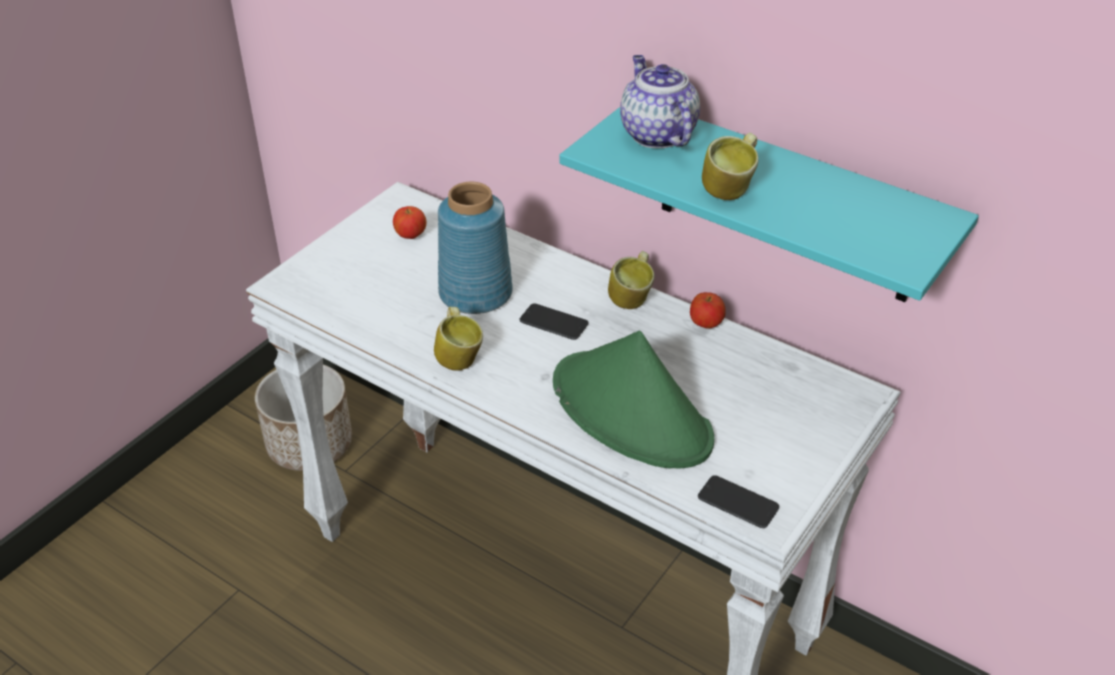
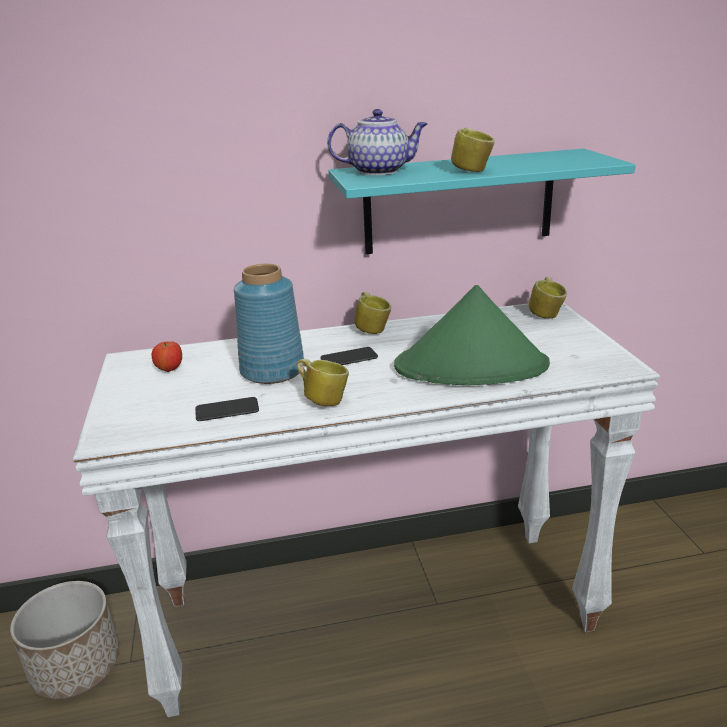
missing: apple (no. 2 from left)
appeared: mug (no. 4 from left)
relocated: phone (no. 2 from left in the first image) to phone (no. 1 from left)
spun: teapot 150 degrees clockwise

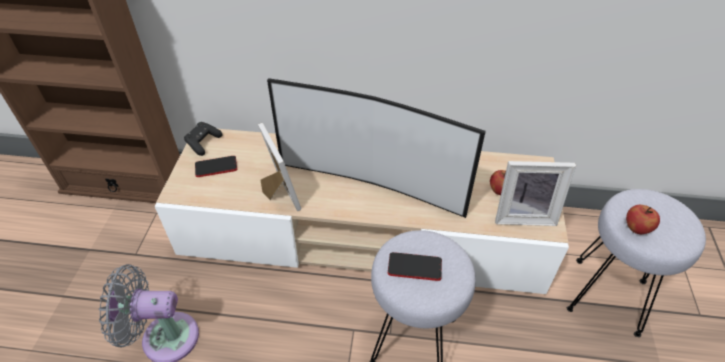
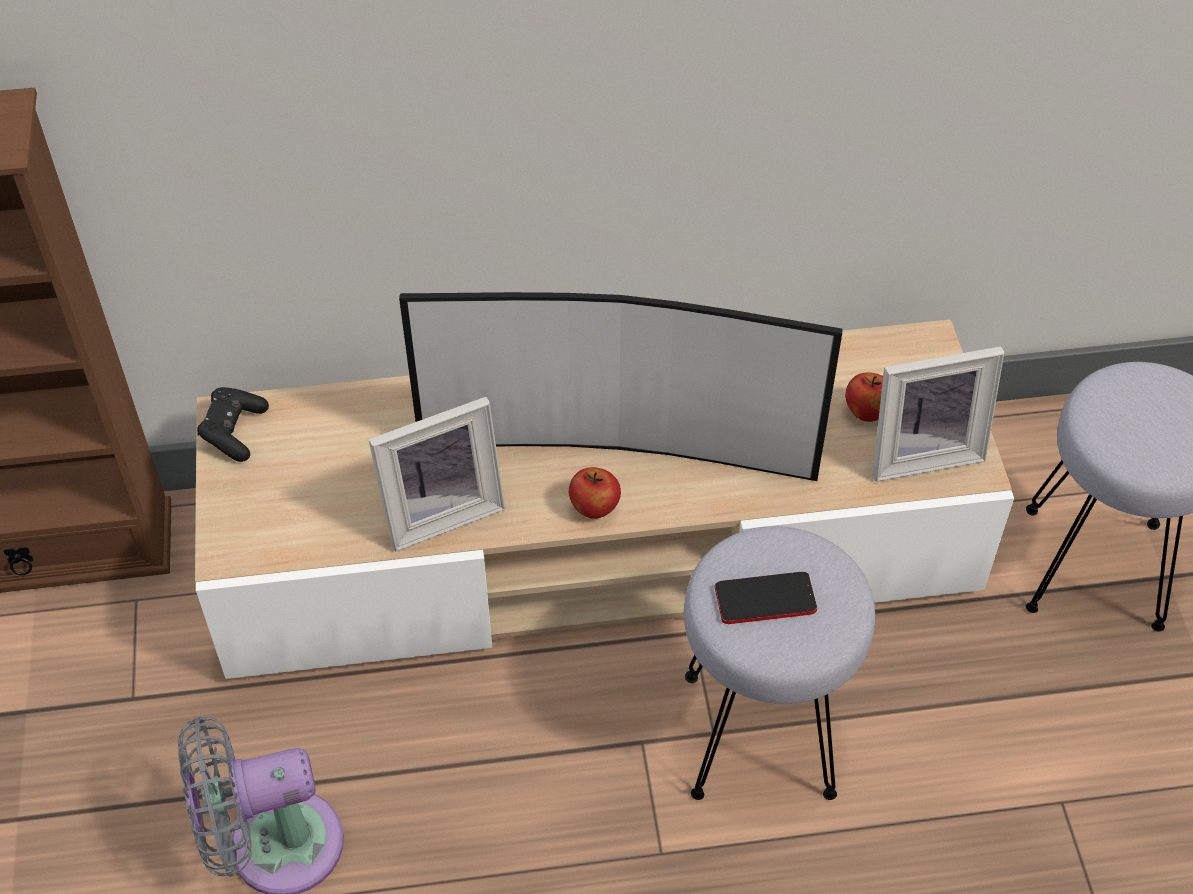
missing: phone (no. 1 from left)
relocated: apple (no. 2 from left in the first image) to apple (no. 1 from left)
spun: picture frame (no. 1 from left) 105 degrees clockwise

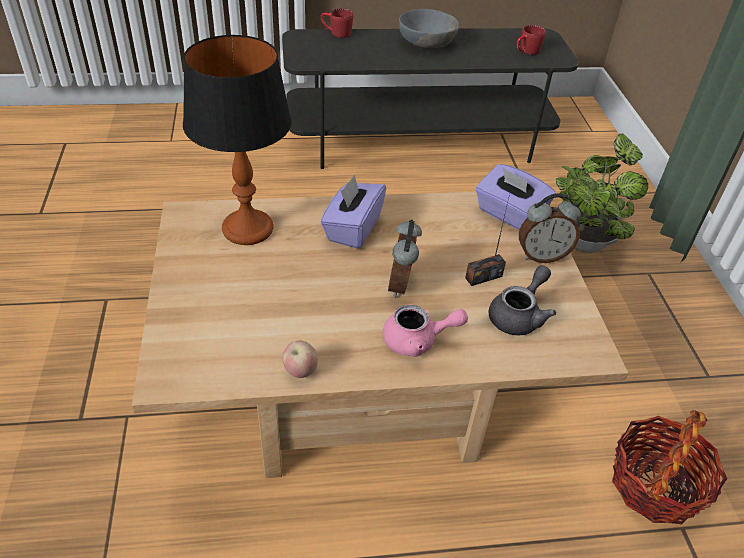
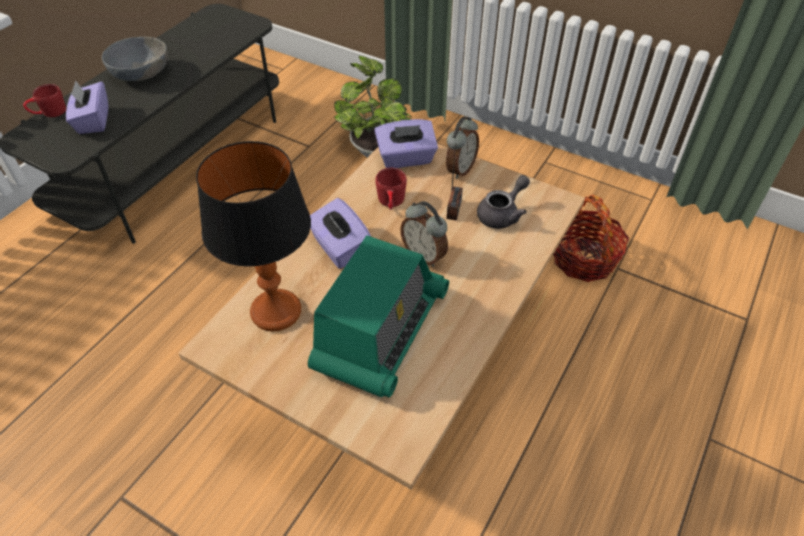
missing: apple; pink teapot
appeared: purple tissue box (no. 1 from left); radio (no. 1 from left)
relocated: red mug (no. 2 from left)
spun: grey teapot 60 degrees clockwise

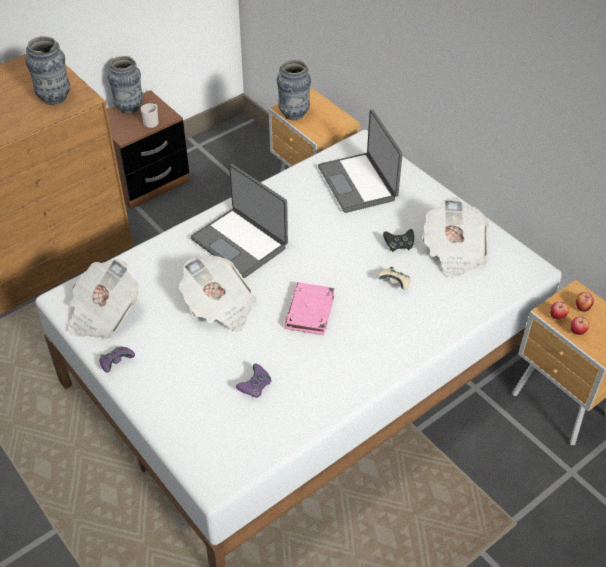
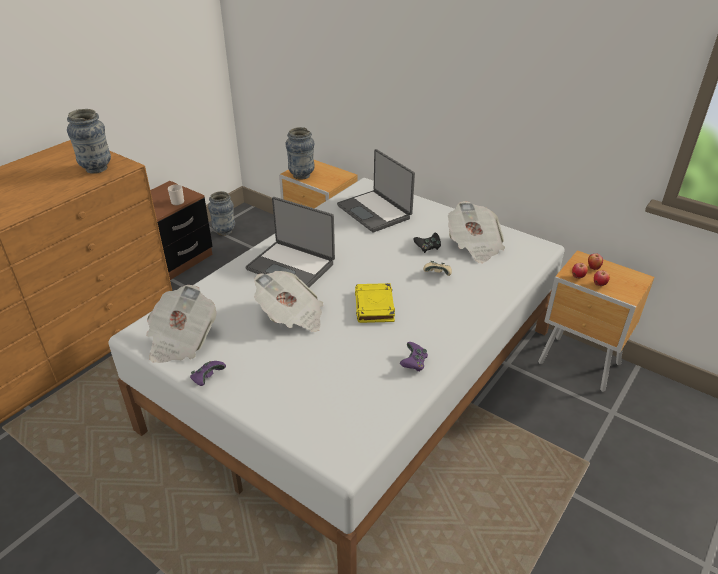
relocated: vase (no. 2 from left); purple game controller (no. 2 from left)
colour: pink book to yellow book

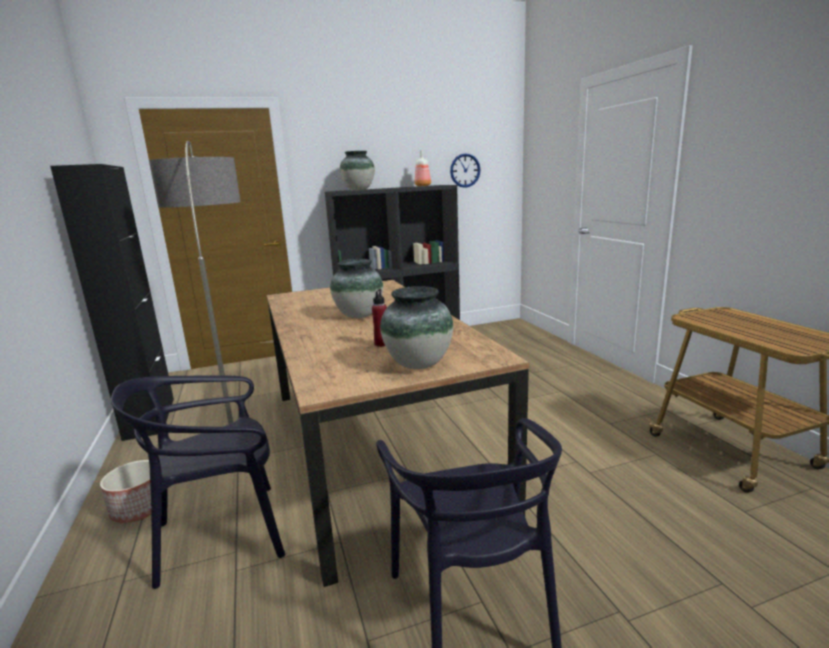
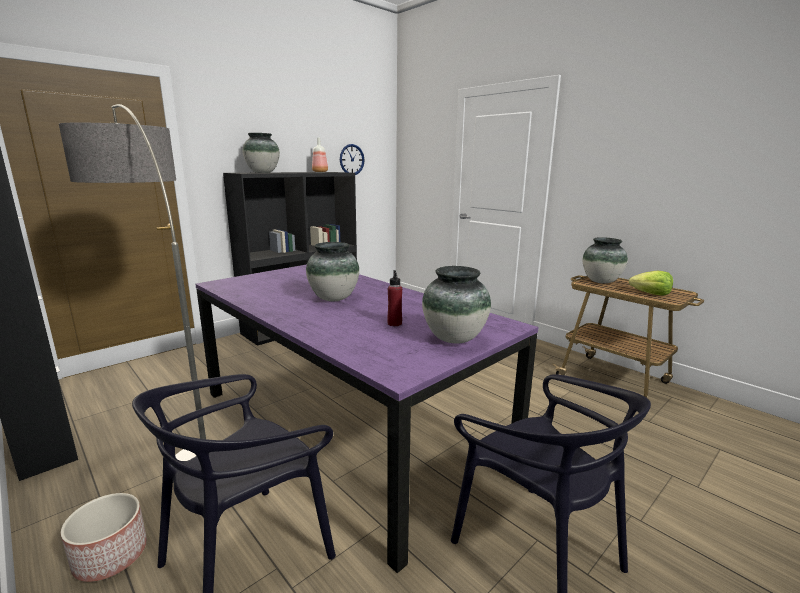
appeared: vase (no. 4 from left); lettuce
colour: brown dining table to purple dining table

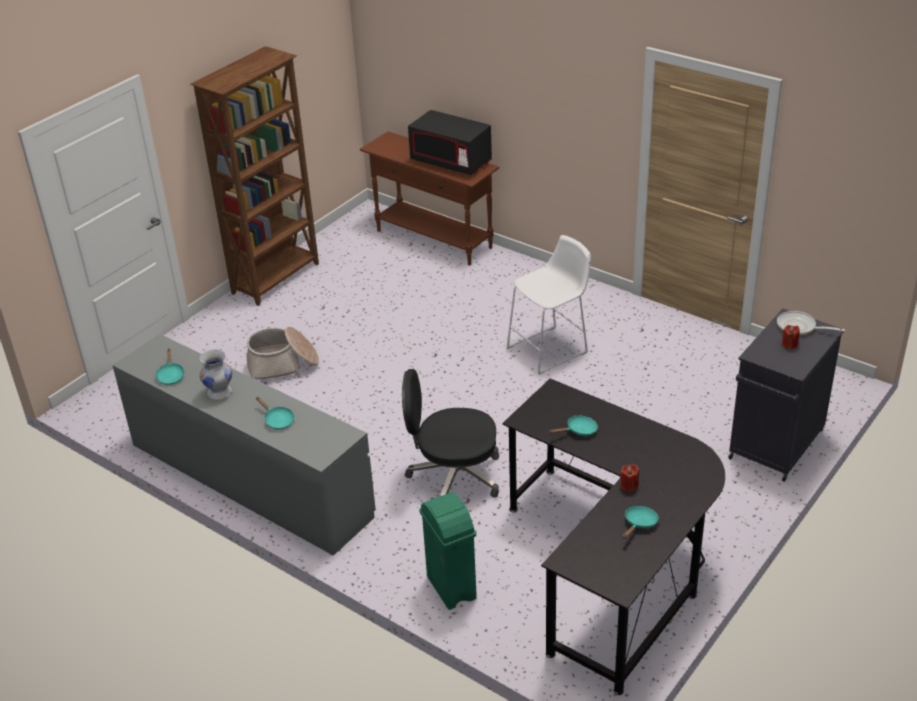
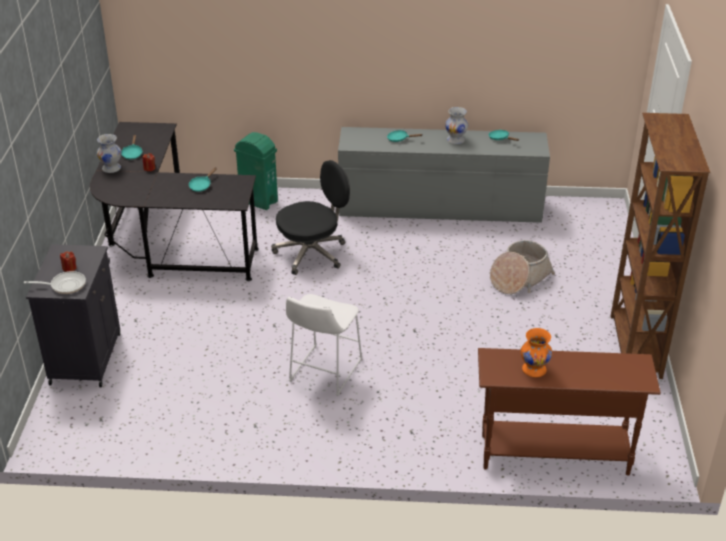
appeared: white vase (no. 1 from left)
exchanged: black microwave to orange vase

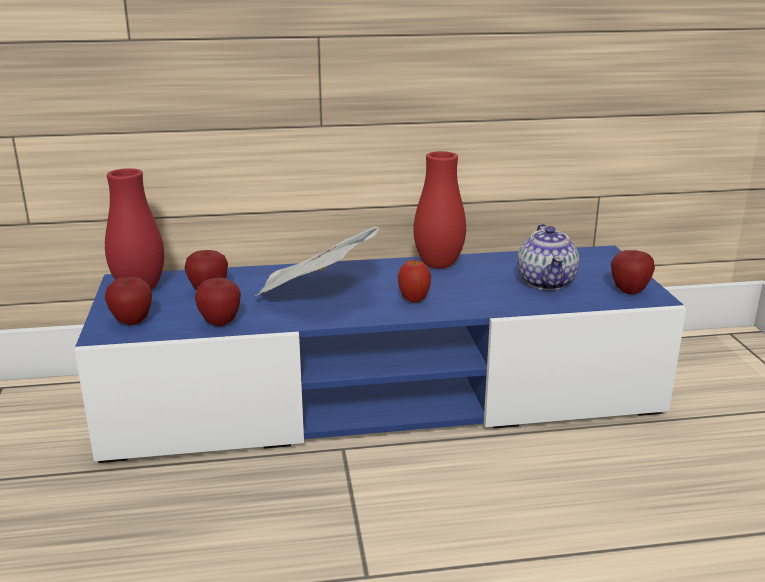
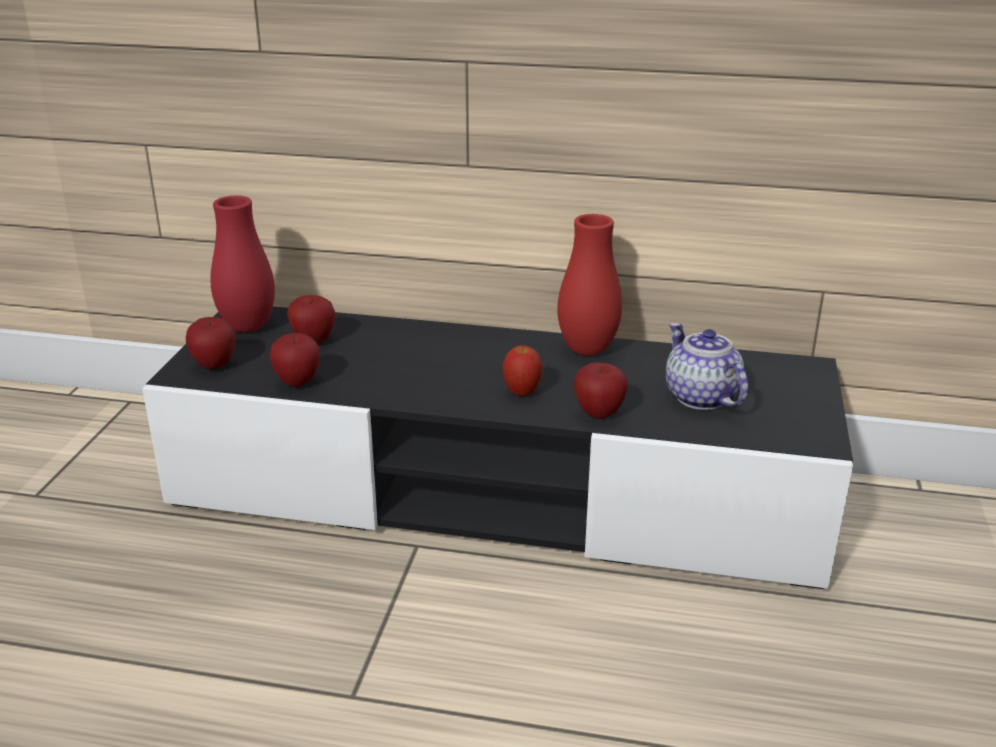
missing: newspaper
relocated: apple (no. 5 from left)
colour: blue tv stand to black tv stand
spun: teapot 135 degrees clockwise

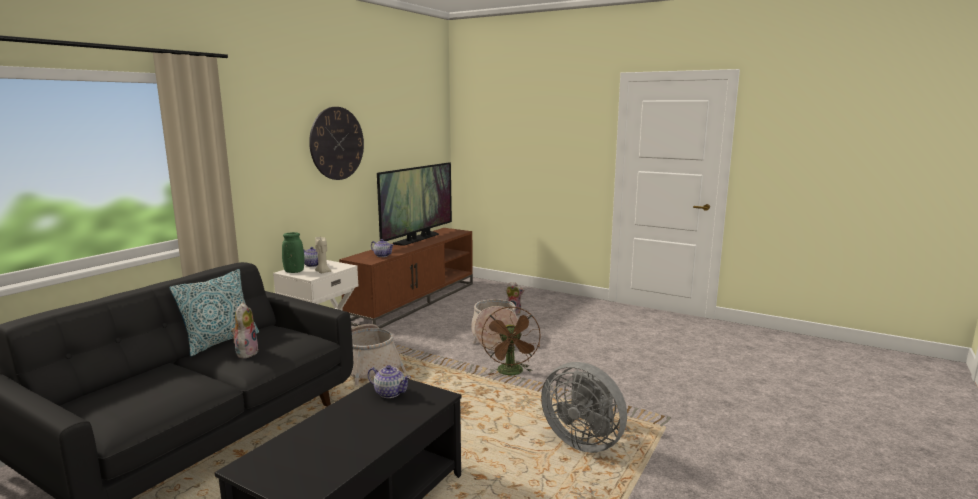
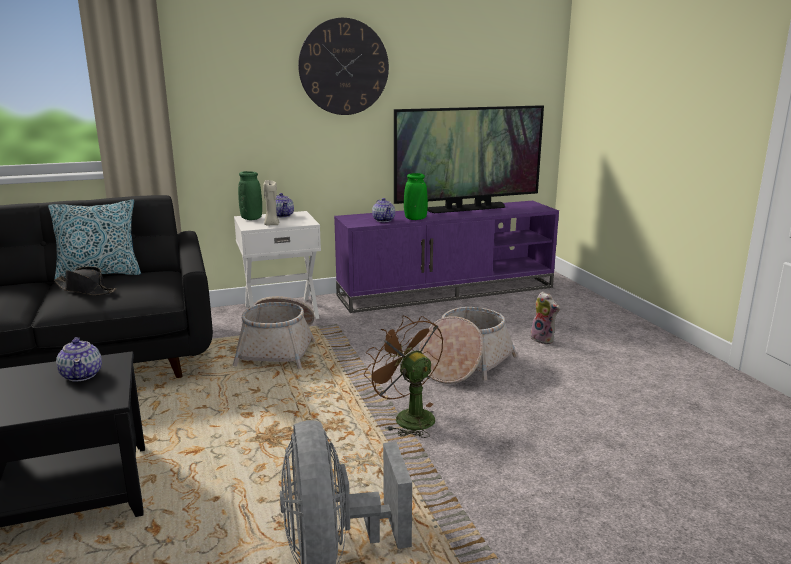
appeared: green vase (no. 2 from left)
exchanged: plush toy (no. 1 from left) to black hat
colour: brown tv stand to purple tv stand
spun: brown fan 105 degrees clockwise

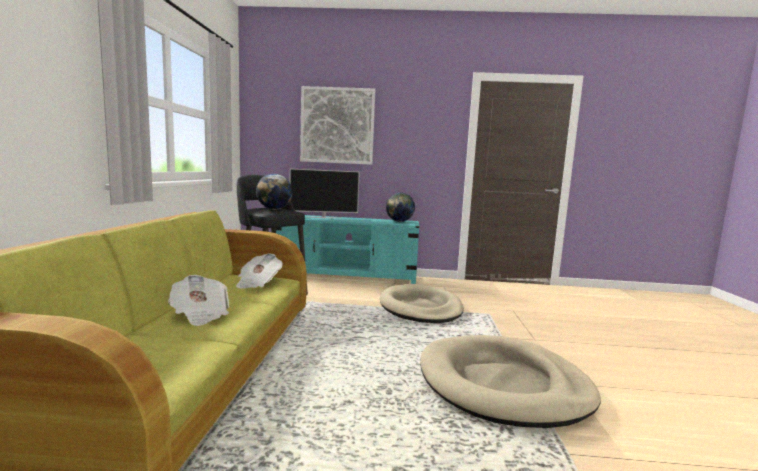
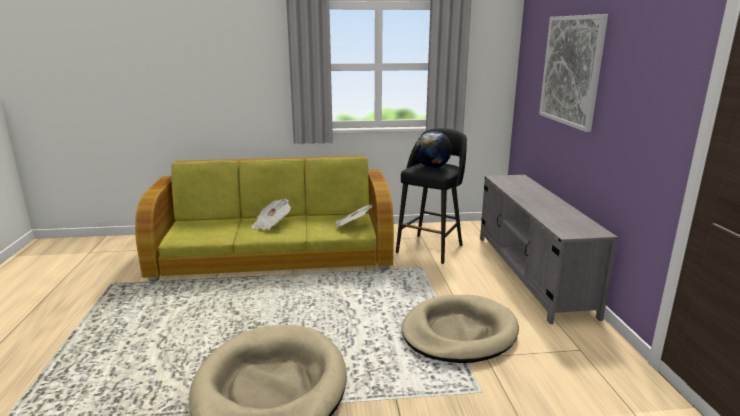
missing: television; globe (no. 2 from left)
colour: turquoise tv stand to grey tv stand

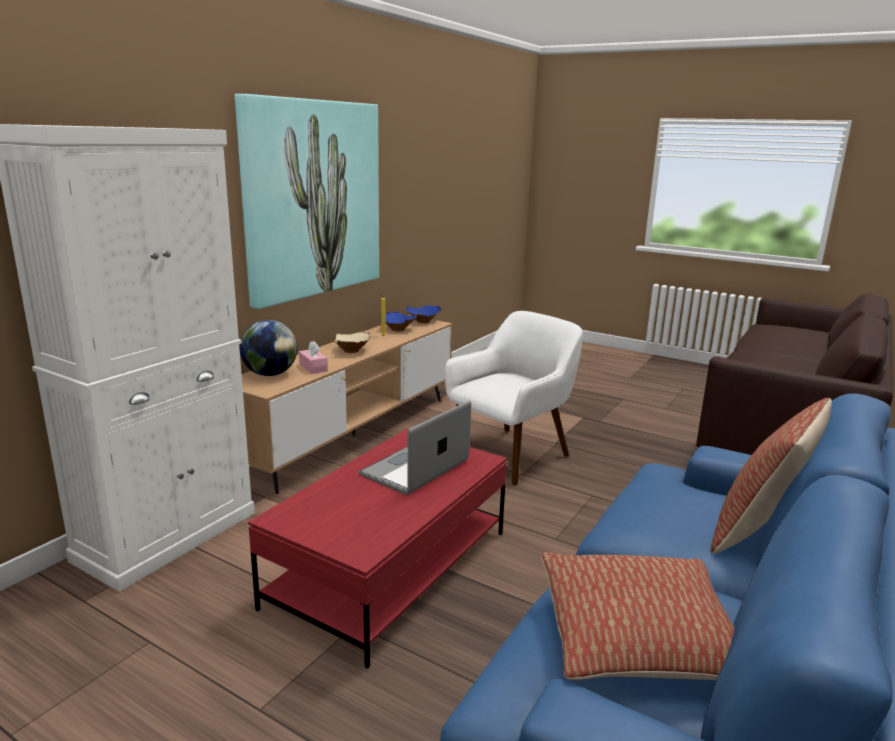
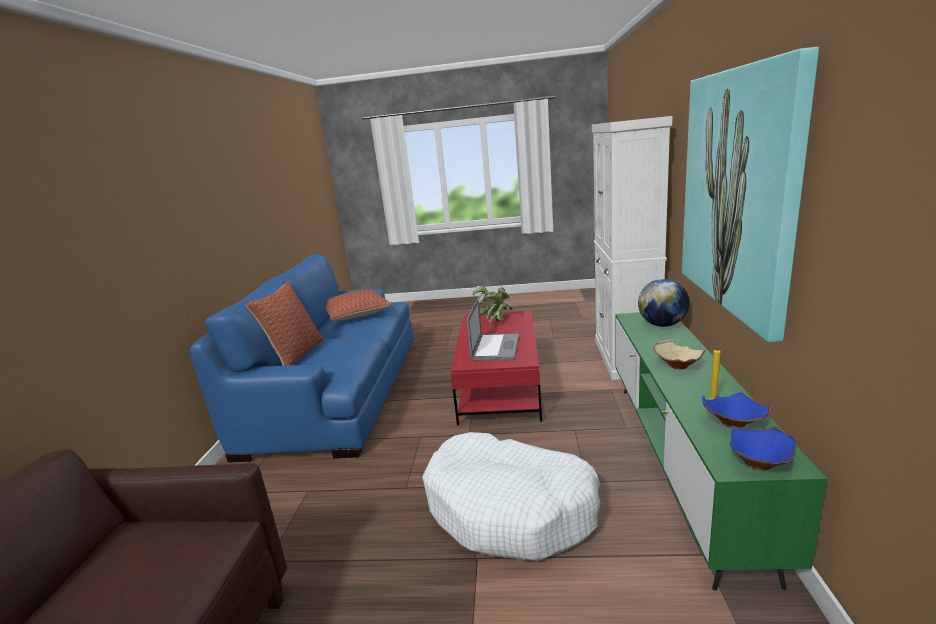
missing: pink tissue box
appeared: potted plant
exchanged: white armchair to white dog bed
colour: brown tv stand to green tv stand

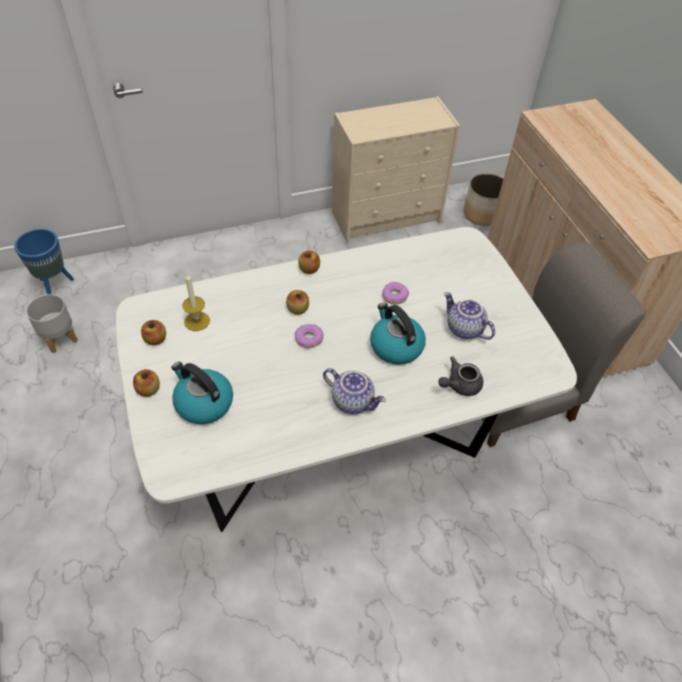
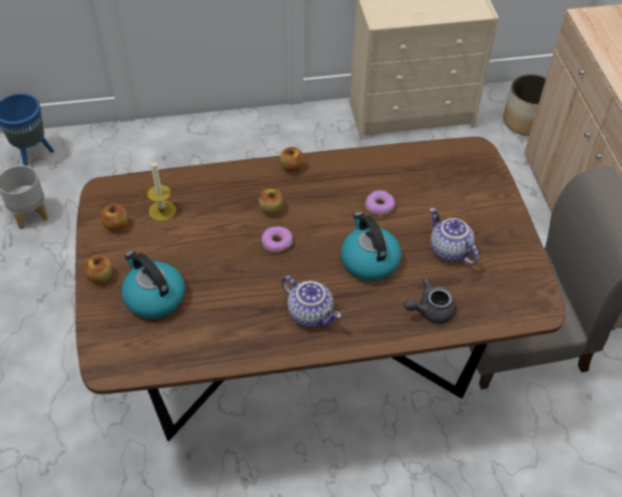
colour: white dining table to brown dining table

